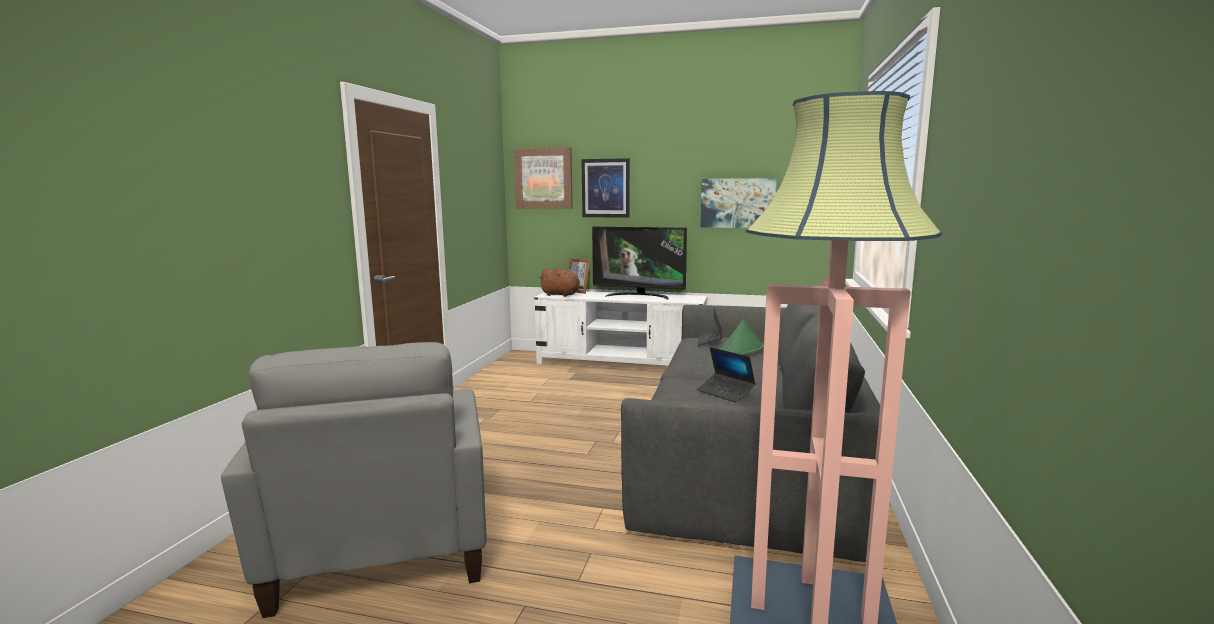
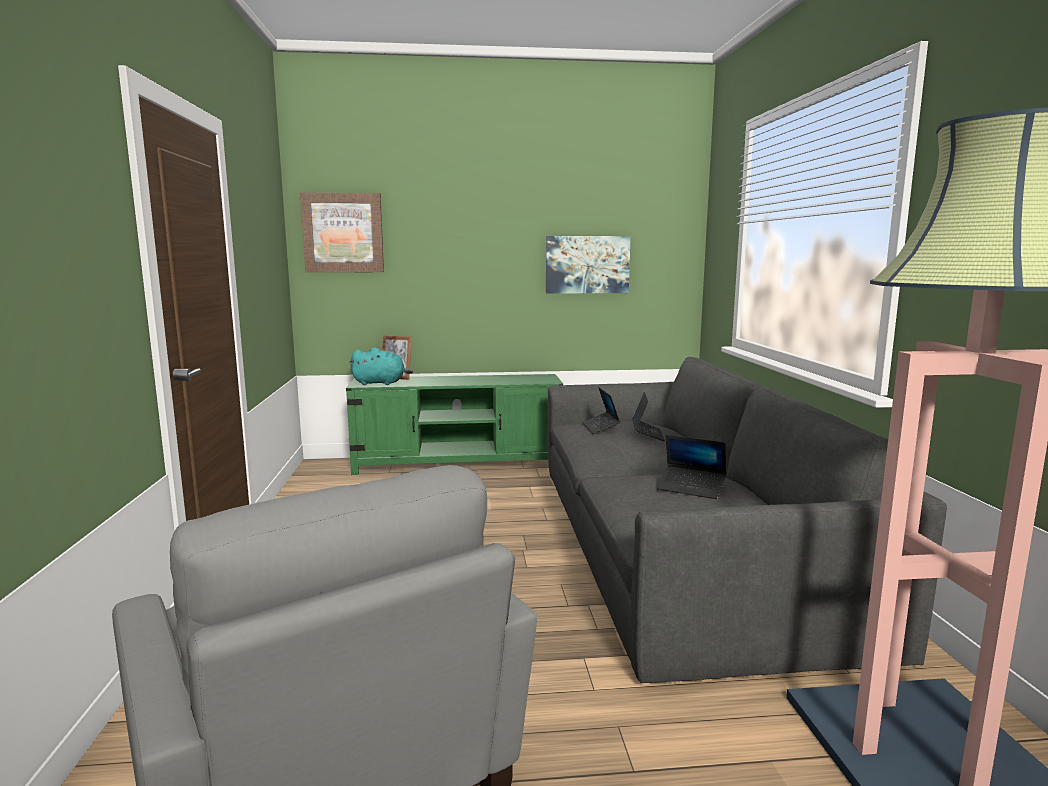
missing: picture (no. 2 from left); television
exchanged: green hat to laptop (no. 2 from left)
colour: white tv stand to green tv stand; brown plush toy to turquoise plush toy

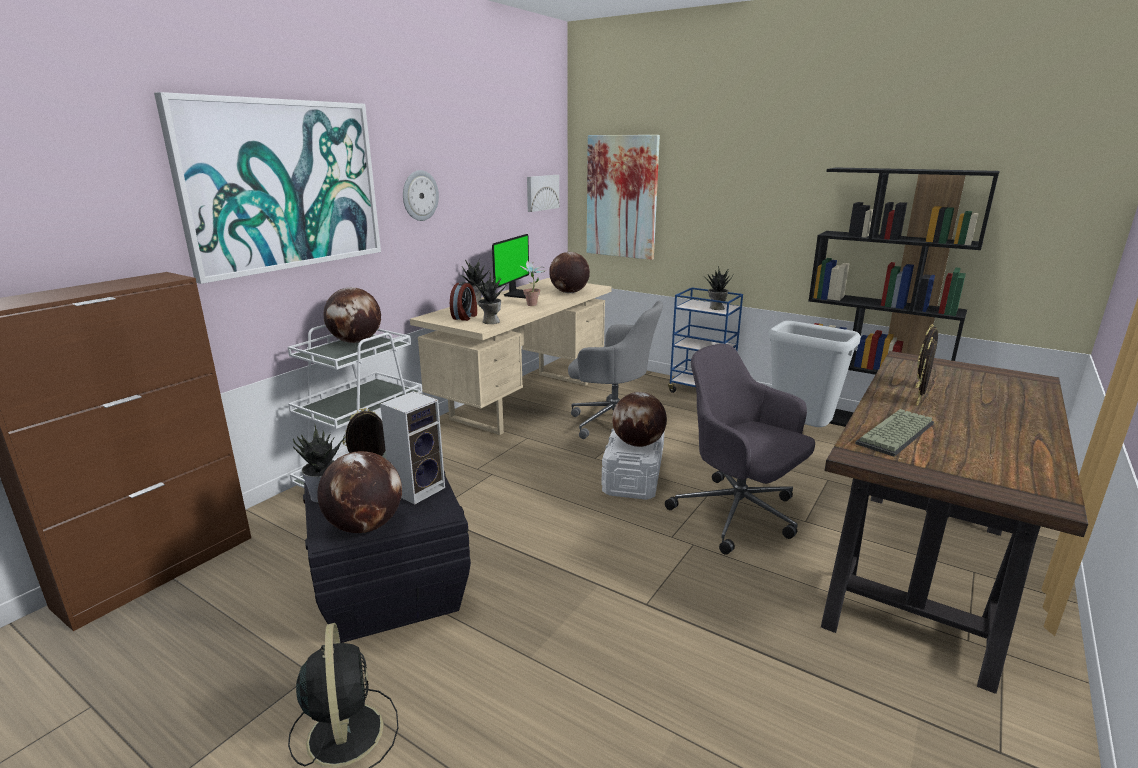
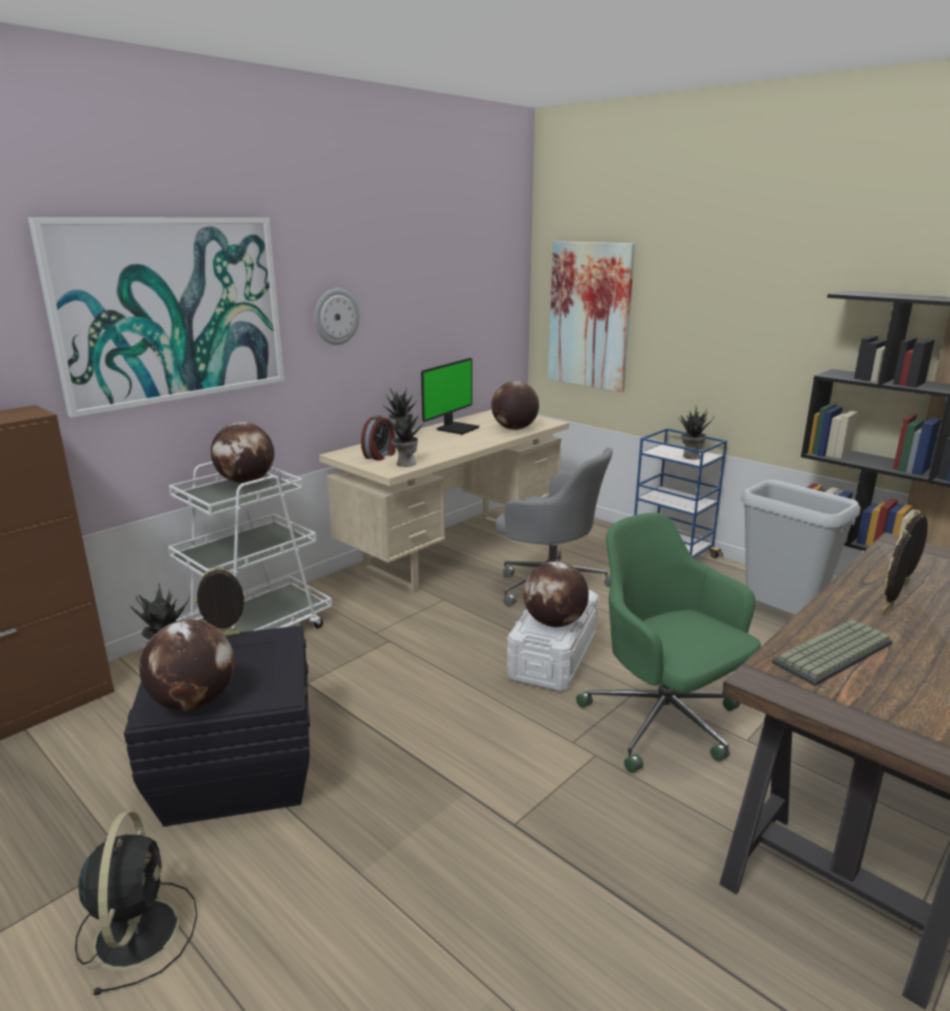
missing: speaker; potted plant (no. 4 from left); picture (no. 2 from left)
colour: grey office chair (no. 2 from left) to green office chair

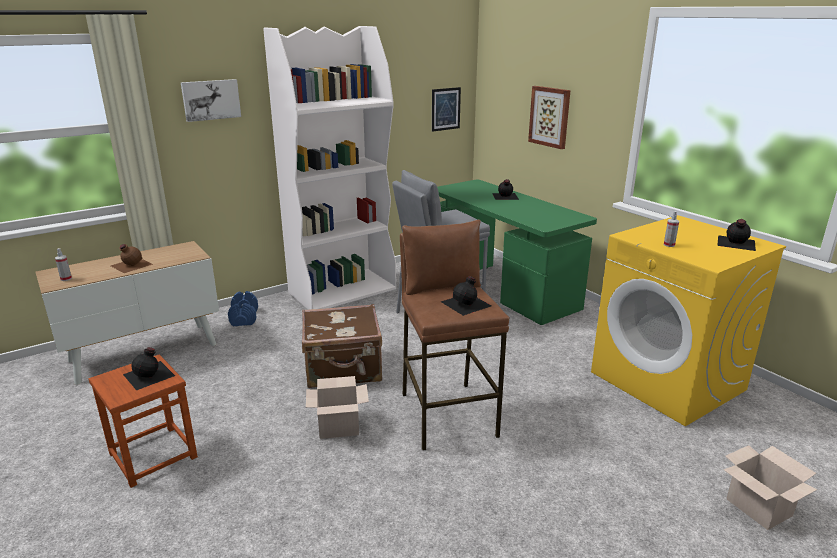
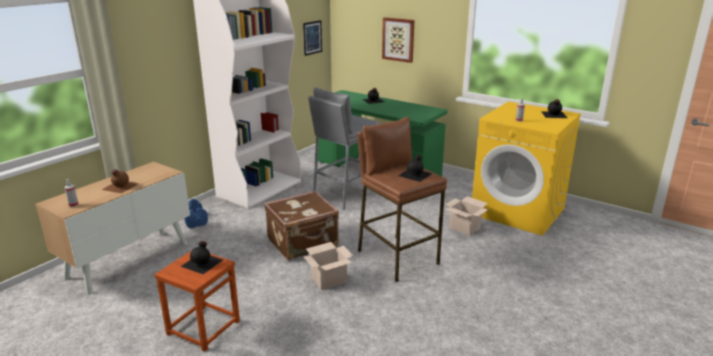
missing: picture (no. 1 from left)
relocated: cardboard box (no. 2 from left)

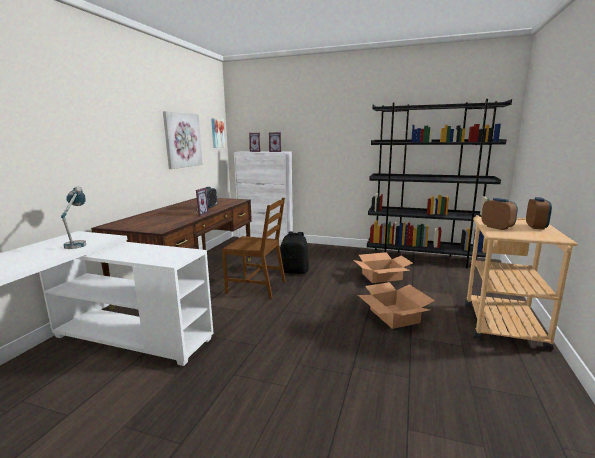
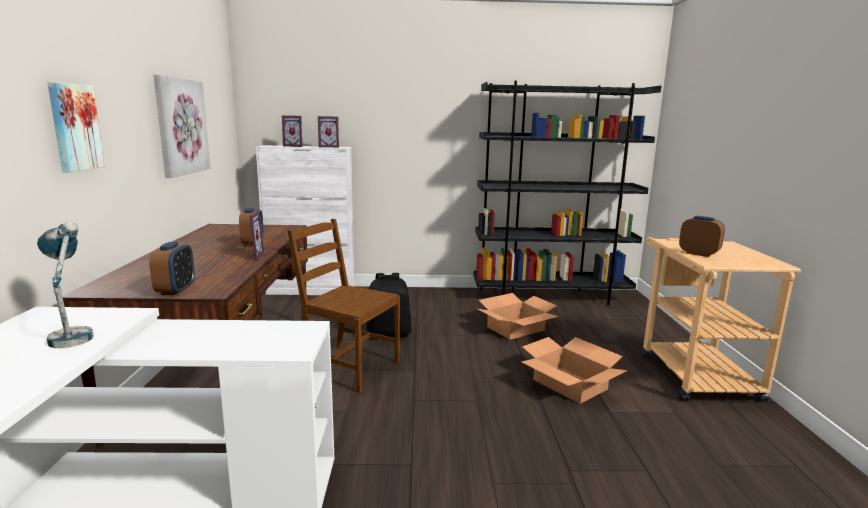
relocated: picture (no. 2 from left in the first image) to picture (no. 1 from left); alarm clock (no. 3 from left in the first image) to alarm clock (no. 1 from left)
spun: brown chair 150 degrees counterclockwise

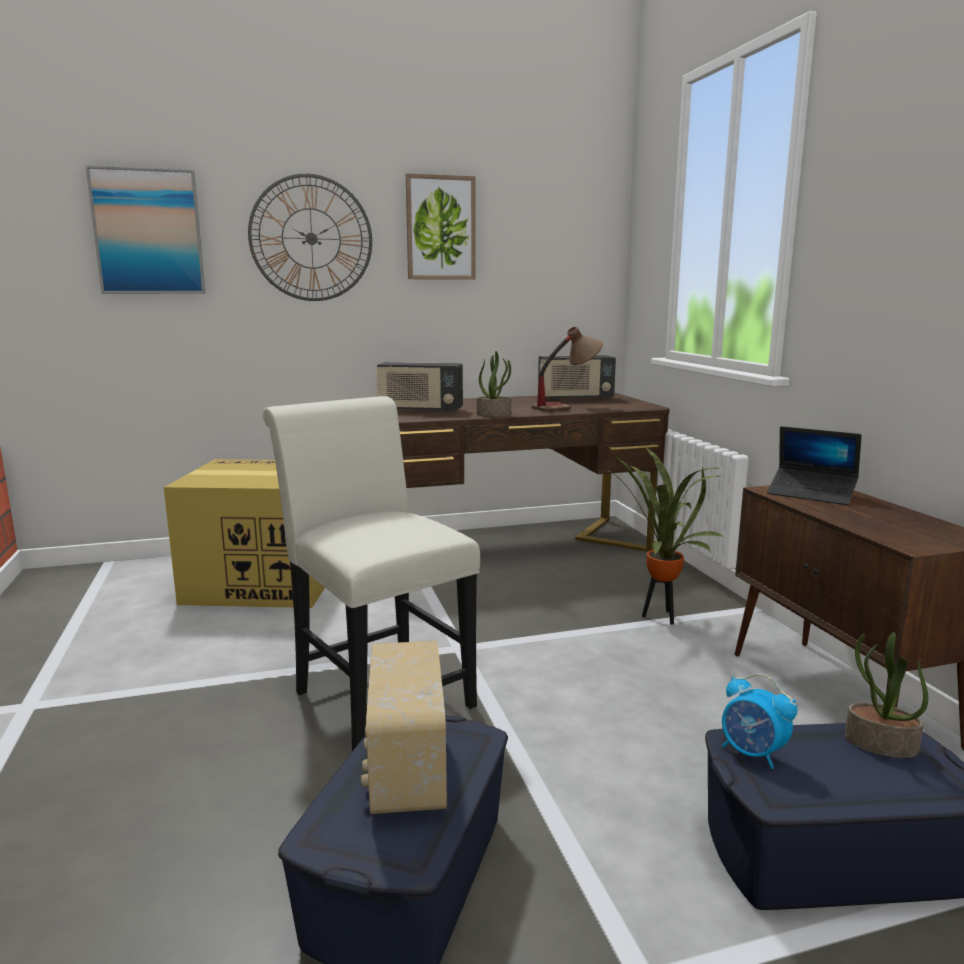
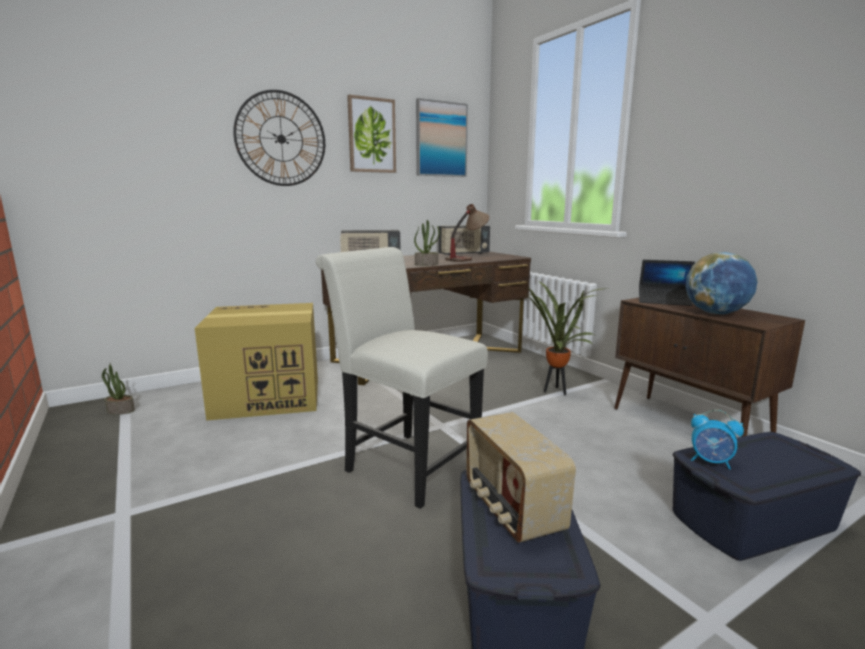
appeared: globe
relocated: picture (no. 1 from left in the first image) to picture (no. 2 from left); potted plant (no. 3 from left in the first image) to potted plant (no. 1 from left)

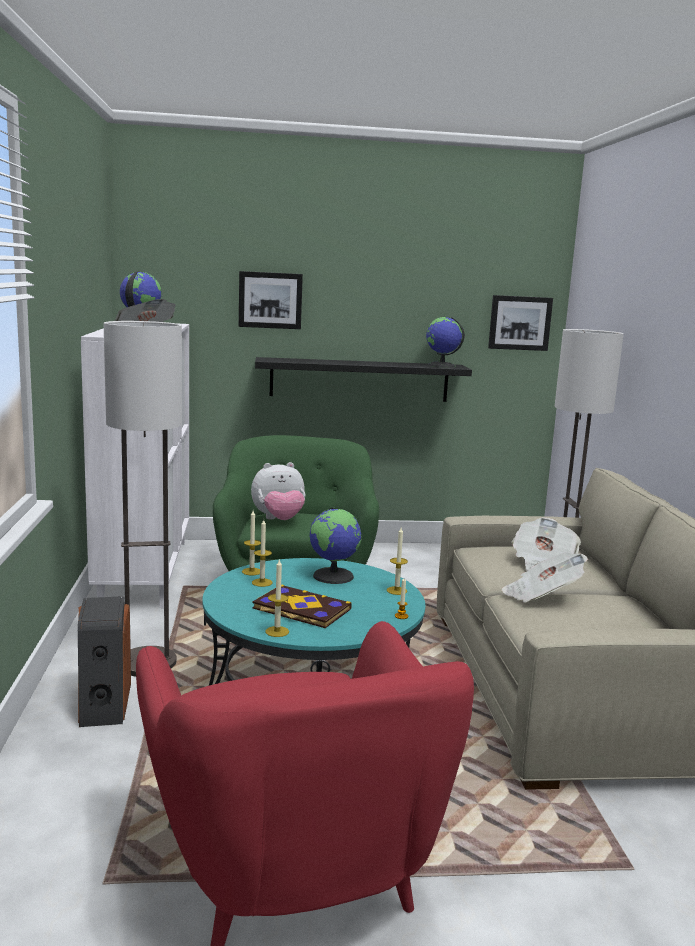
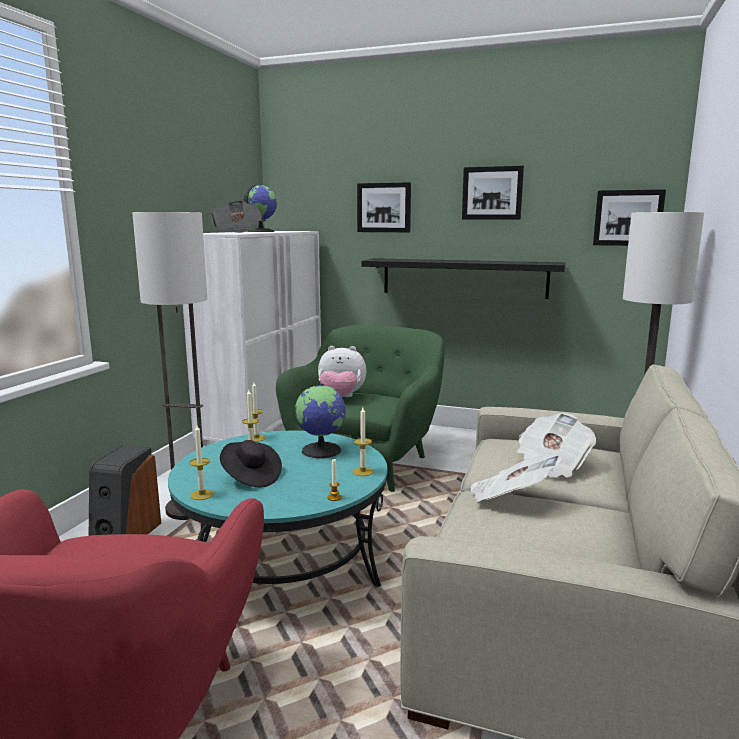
missing: globe (no. 3 from left)
appeared: picture (no. 2 from left)
exchanged: book to black hat

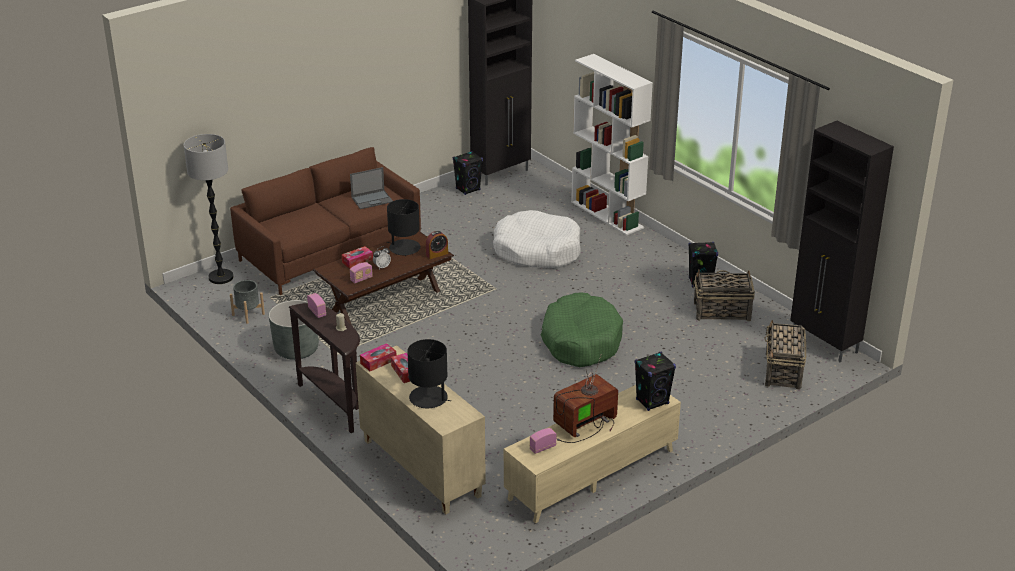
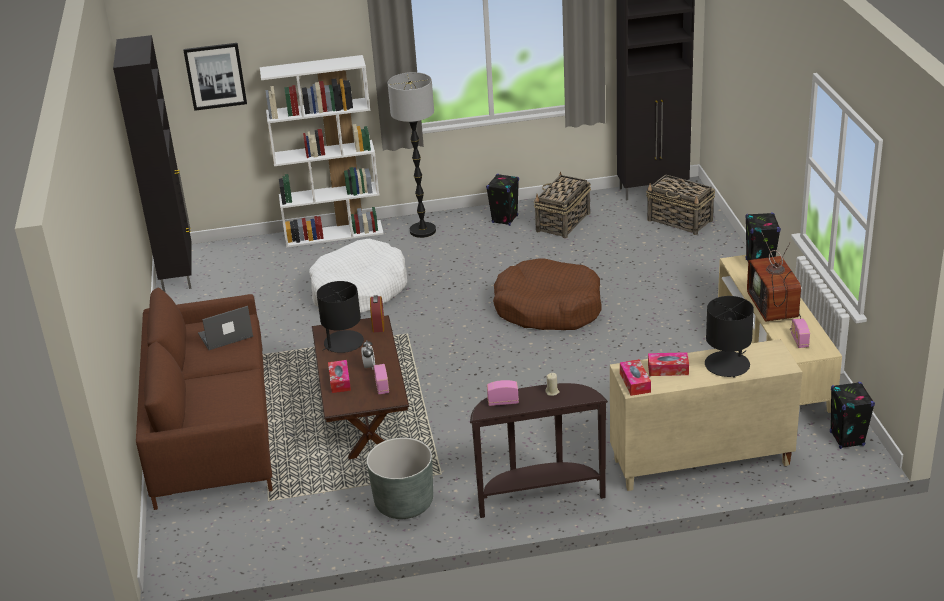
missing: grey planter (no. 1 from left)
appeared: picture
relocated: floor lamp; black speaker (no. 1 from left in the first image) to black speaker (no. 3 from left)
colour: green dog bed to brown dog bed
spun: laptop 120 degrees counterclockwise

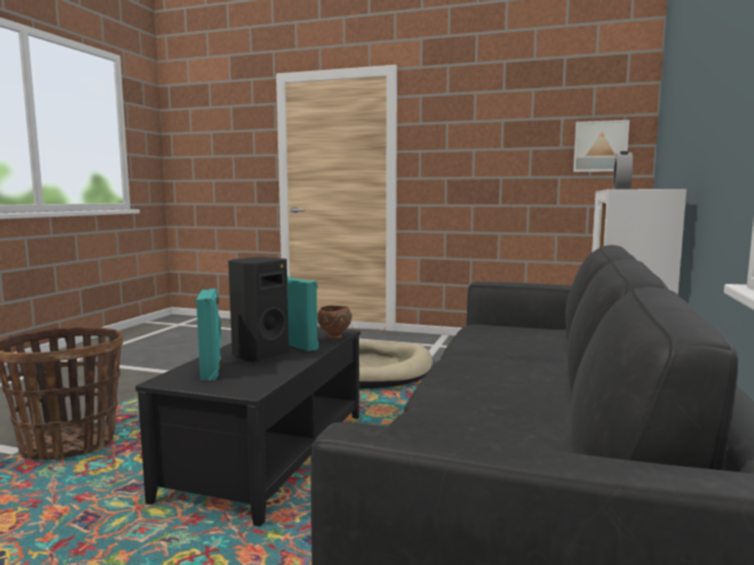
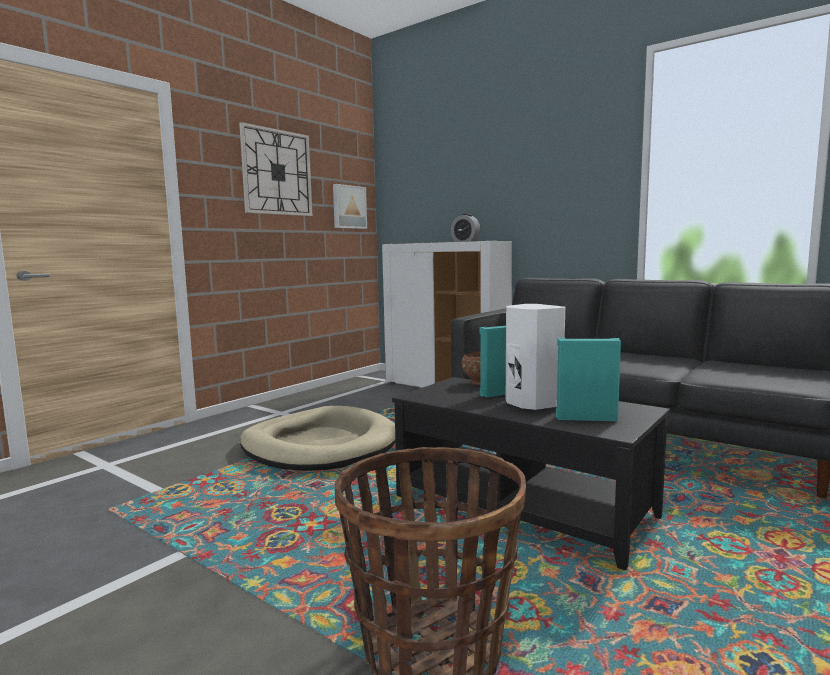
appeared: wall clock
colour: black speaker to white speaker

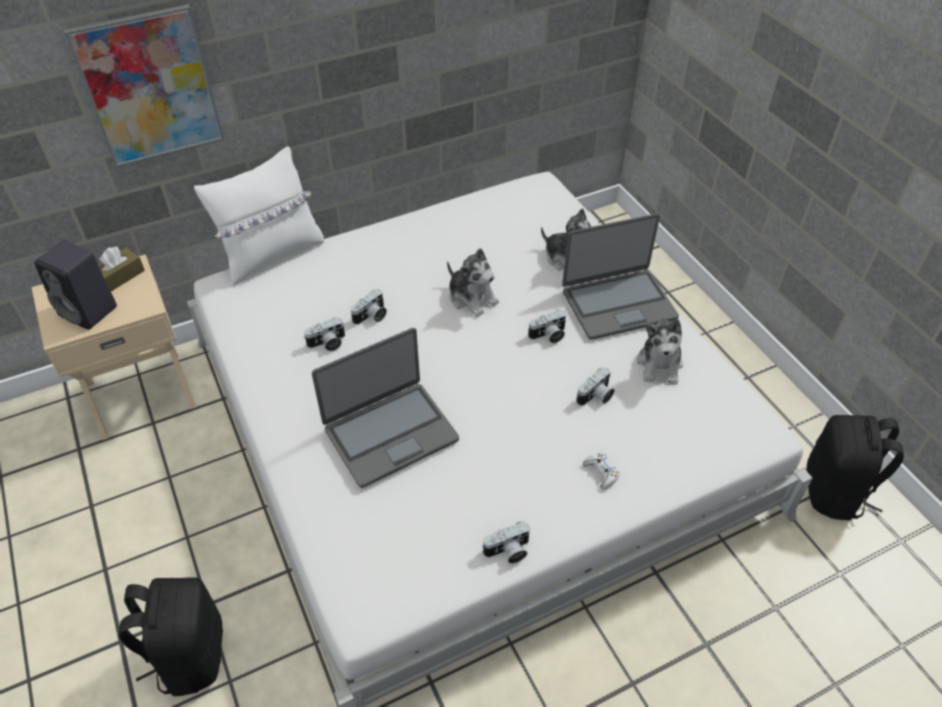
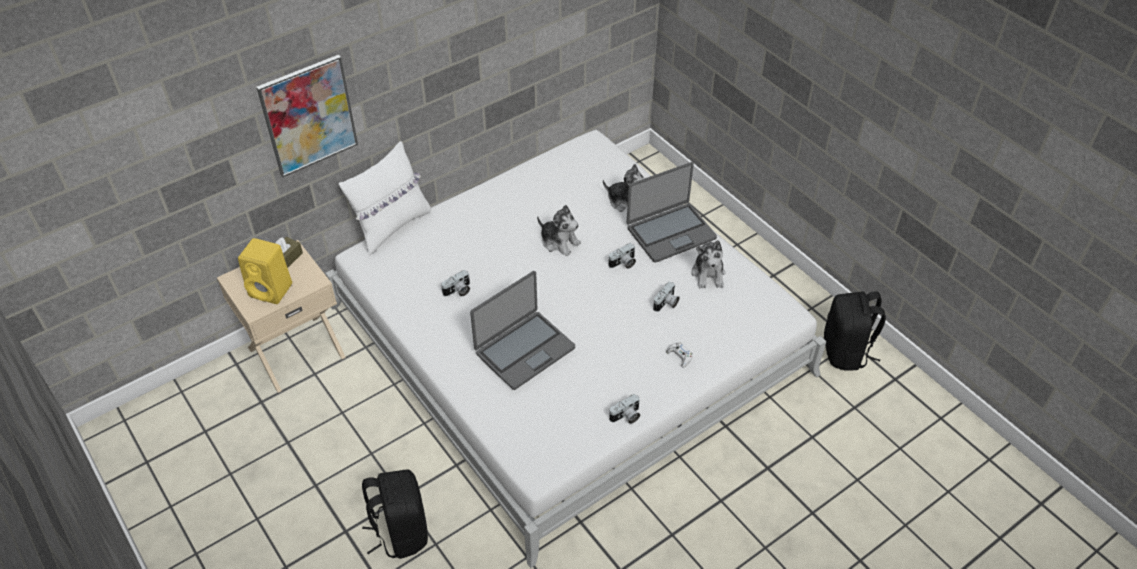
missing: photo camera (no. 2 from left)
colour: black speaker to yellow speaker

